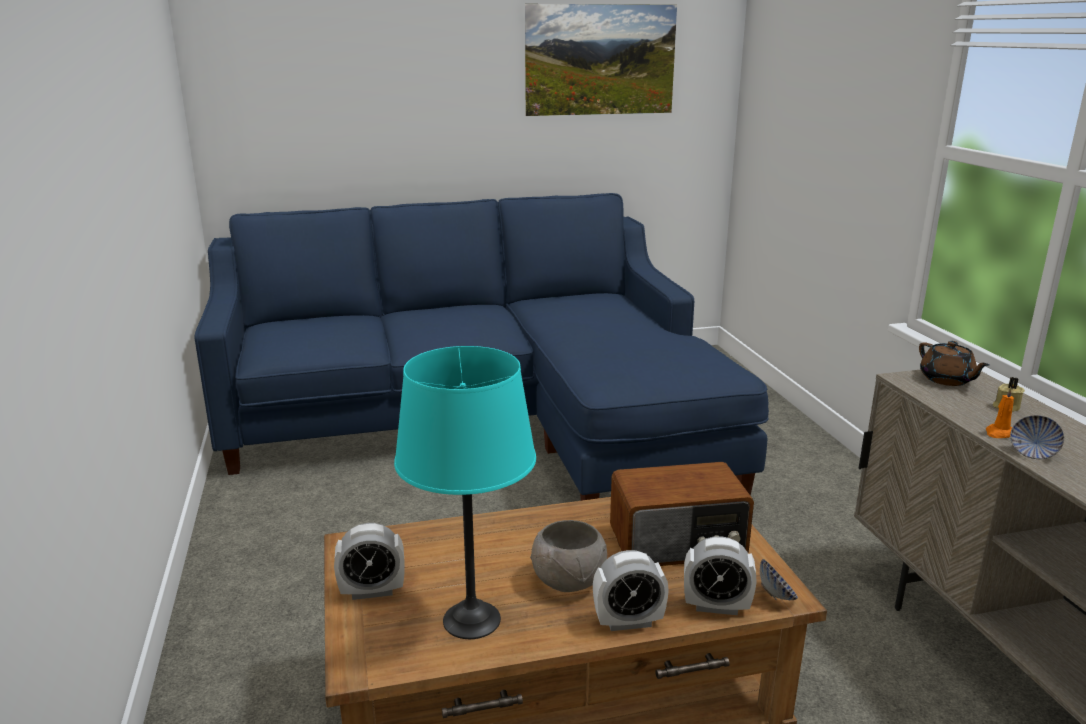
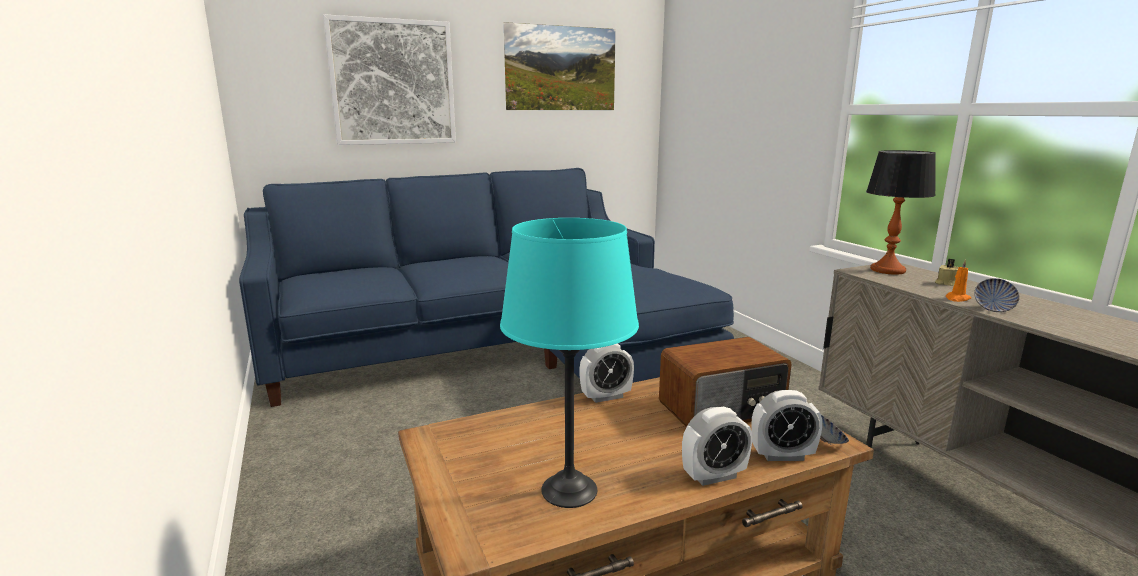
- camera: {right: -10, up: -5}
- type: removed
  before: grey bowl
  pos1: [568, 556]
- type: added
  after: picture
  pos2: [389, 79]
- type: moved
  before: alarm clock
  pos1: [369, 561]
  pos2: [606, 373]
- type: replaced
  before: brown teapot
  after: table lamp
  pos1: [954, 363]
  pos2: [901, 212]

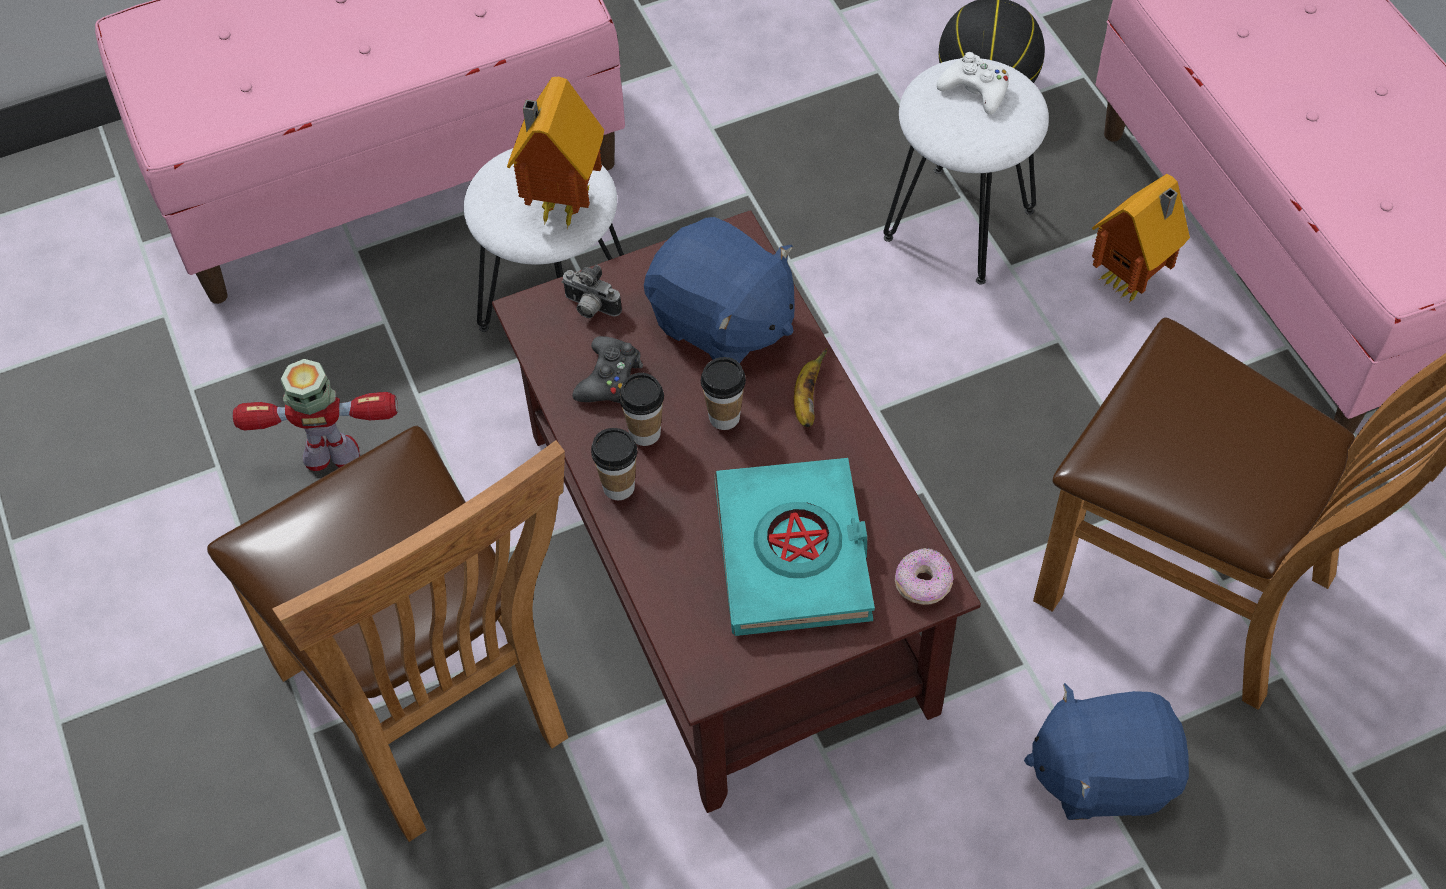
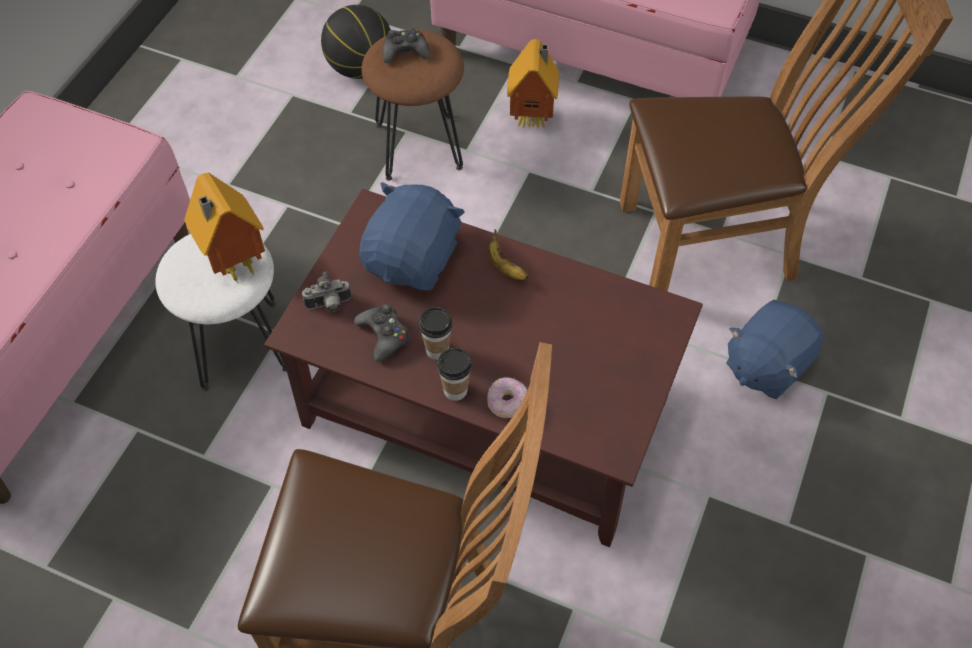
- camera: {right: -45, up: 0}
- type: removed
  before: toy robot
  pos1: [315, 415]
- type: removed
  before: cup
  pos1: [723, 393]
- type: removed
  before: turquoise book
  pos1: [794, 547]
- type: moved
  before: donut
  pos1: [924, 576]
  pos2: [507, 397]
- type: recoloured
  before: white stool
  after: brown stool
  pos1: [966, 171]
  pos2: [413, 105]
- type: recoloured
  before: white game controller
  after: black game controller
  pos1: [972, 83]
  pos2: [406, 46]
- type: turned
  before: blue plush toy
  pos1: [719, 290]
  pos2: [412, 236]
  turn: -60

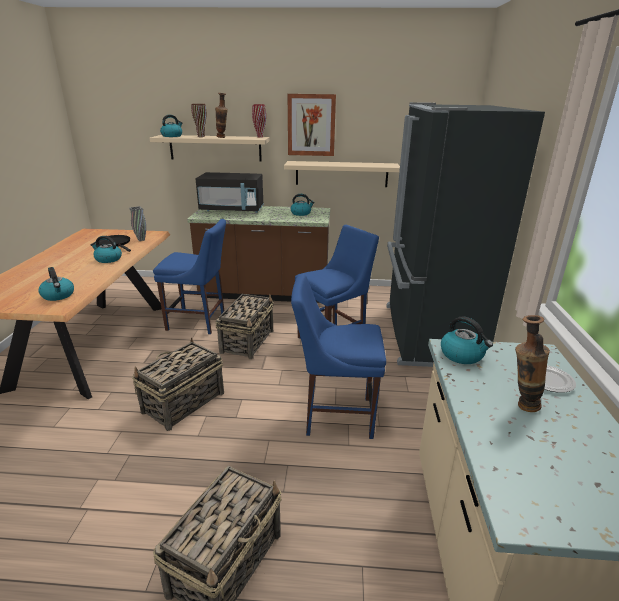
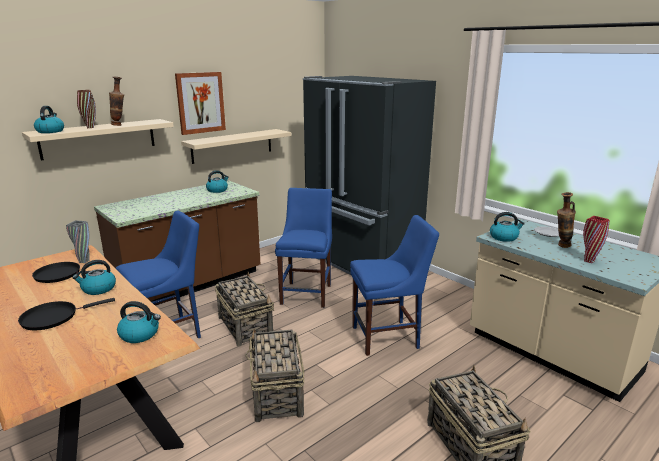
- camera: {right: -45, up: -5}
- type: removed
  before: black microwave
  pos1: [229, 192]
- type: added
  after: black frying pan
  pos2: [66, 314]
- type: moved
  before: red vase
  pos1: [259, 120]
  pos2: [596, 239]
- type: turned
  before: blue chair
  pos1: [338, 356]
  pos2: [394, 285]
  turn: -150

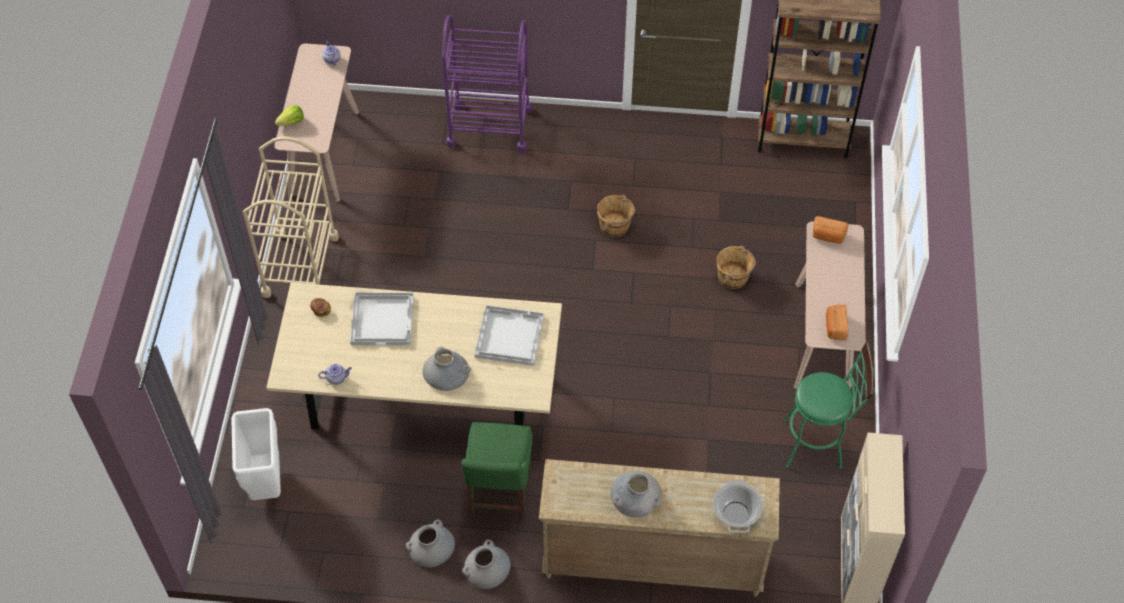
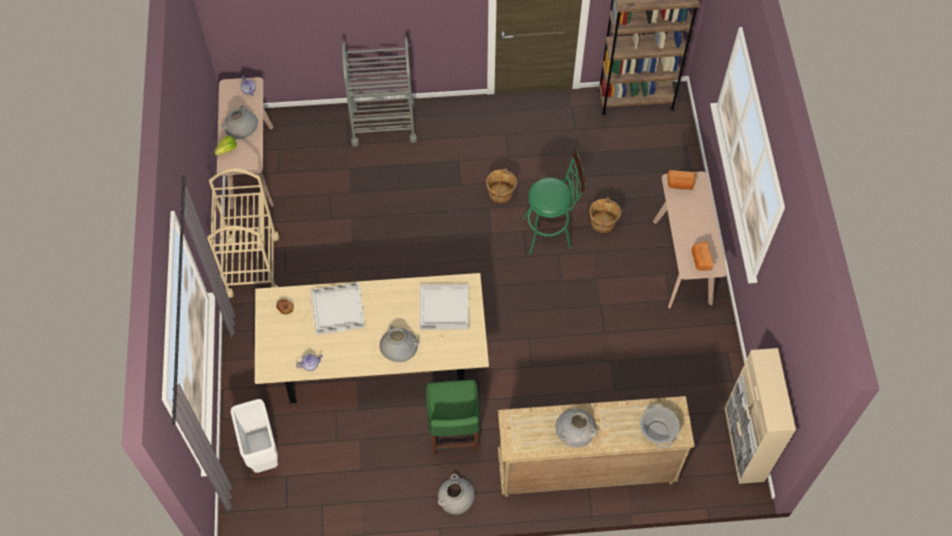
- camera: {right: -10, up: 5}
- type: moved
  before: grey vase
  pos1: [430, 543]
  pos2: [239, 122]
- type: moved
  before: green stool
  pos1: [829, 405]
  pos2: [554, 201]
- type: recoloured
  before: purple cart
  after: grey cart
  pos1: [487, 84]
  pos2: [379, 92]

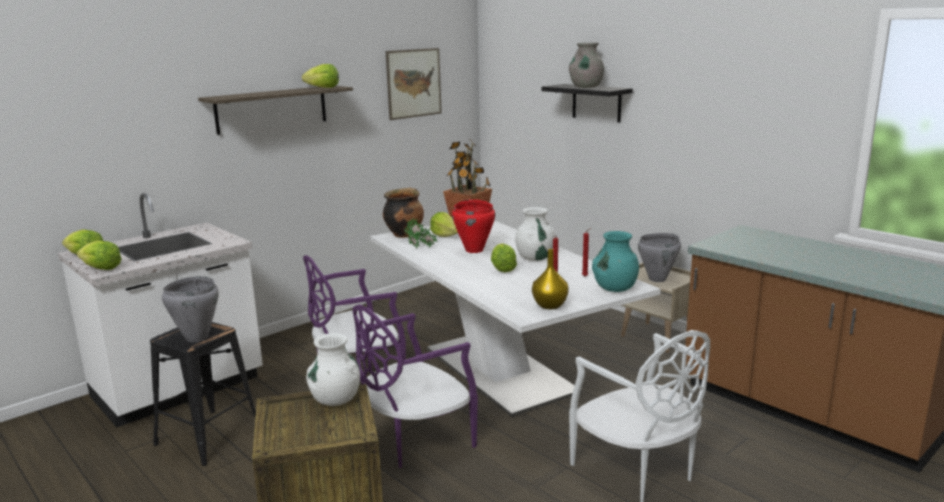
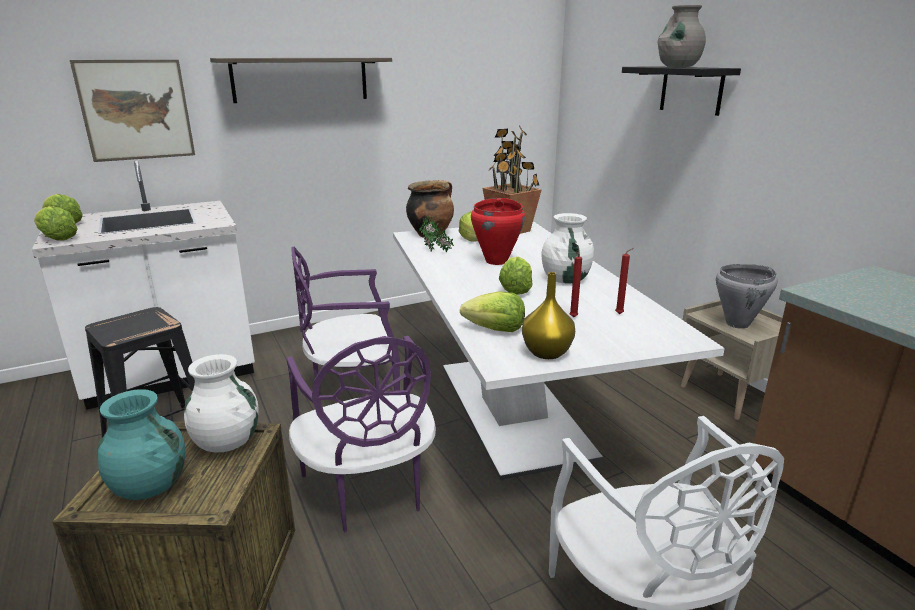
- camera: {right: 15, up: 5}
- type: removed
  before: grey cooking pot
  pos1: [190, 309]
- type: moved
  before: lettuce
  pos1: [320, 76]
  pos2: [492, 311]
- type: moved
  before: picture
  pos1: [414, 84]
  pos2: [132, 111]
- type: moved
  before: turquoise vase
  pos1: [615, 261]
  pos2: [141, 444]
- type: turned
  before: purple chair
  pos1: [415, 386]
  pos2: [361, 434]
  turn: -90

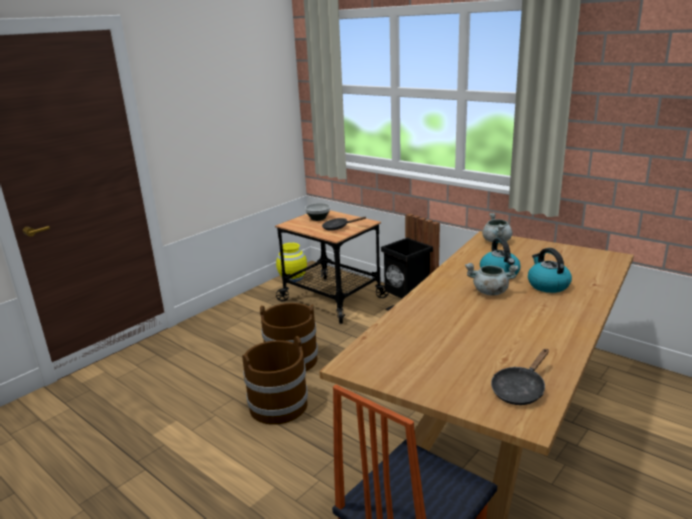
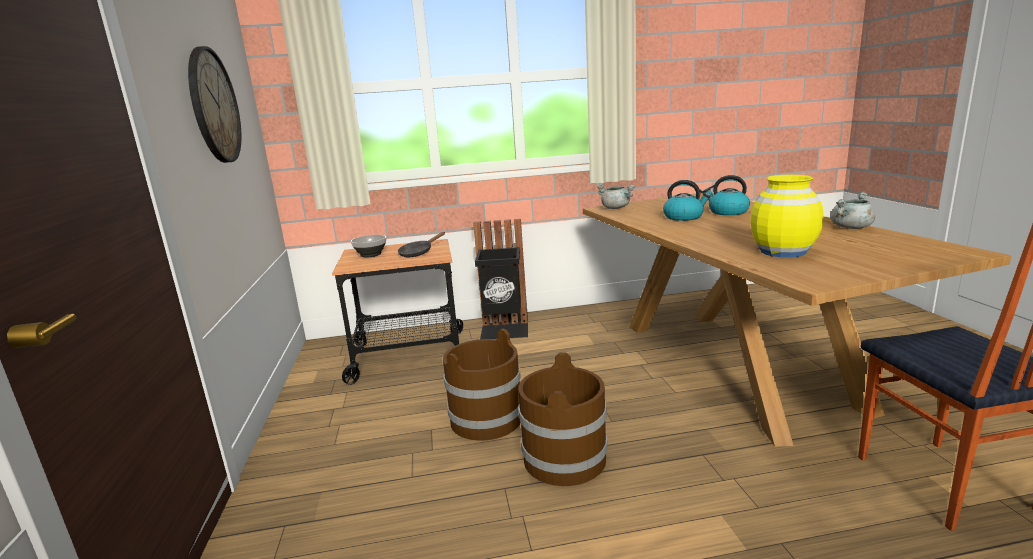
- camera: {right: -50, up: -5}
- type: removed
  before: black frying pan
  pos1: [520, 377]
- type: added
  after: wall clock
  pos2: [214, 104]
- type: moved
  before: yellow vase
  pos1: [291, 262]
  pos2: [787, 216]
- type: moved
  before: grey cooking pot
  pos1: [491, 279]
  pos2: [852, 210]

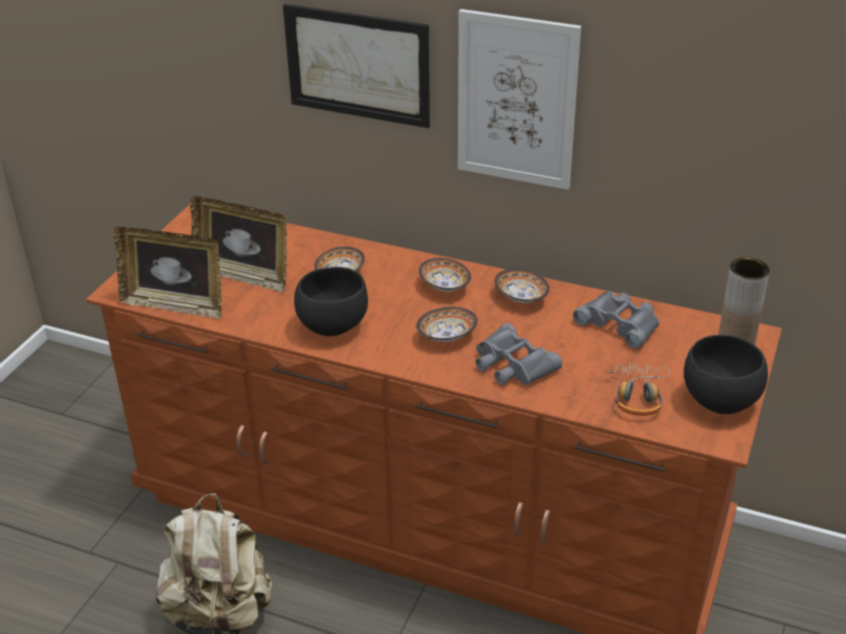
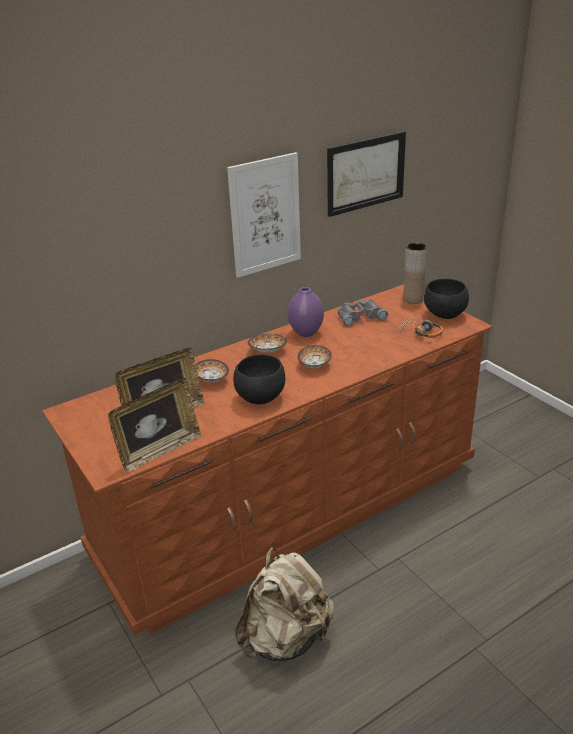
- camera: {right: -55, up: -5}
- type: removed
  before: grey binoculars
  pos1: [518, 354]
- type: moved
  before: picture
  pos1: [356, 66]
  pos2: [366, 174]
- type: replaced
  before: bowl
  after: purple vase
  pos1: [521, 285]
  pos2: [306, 312]

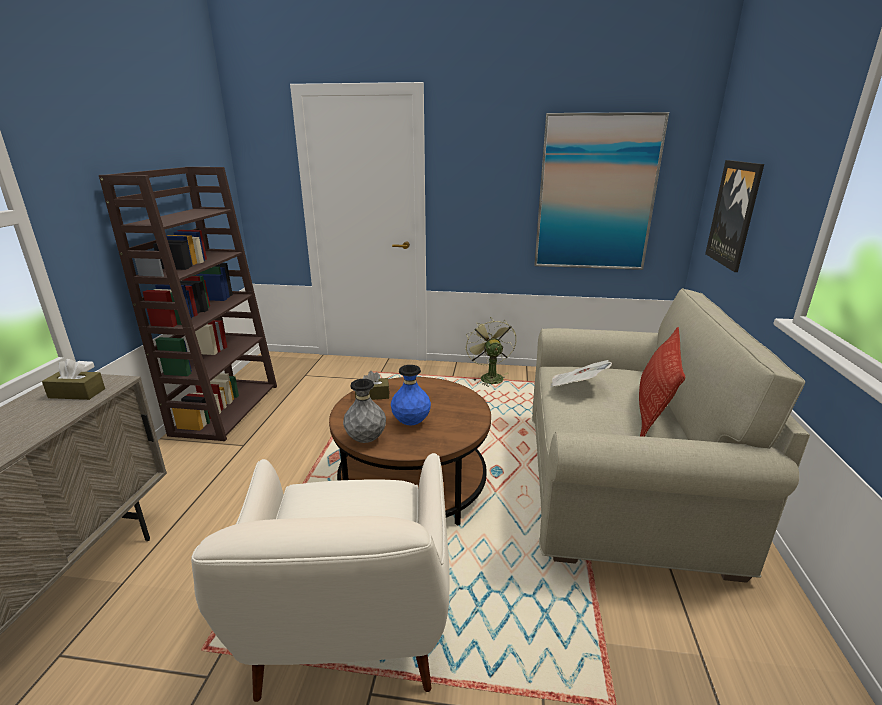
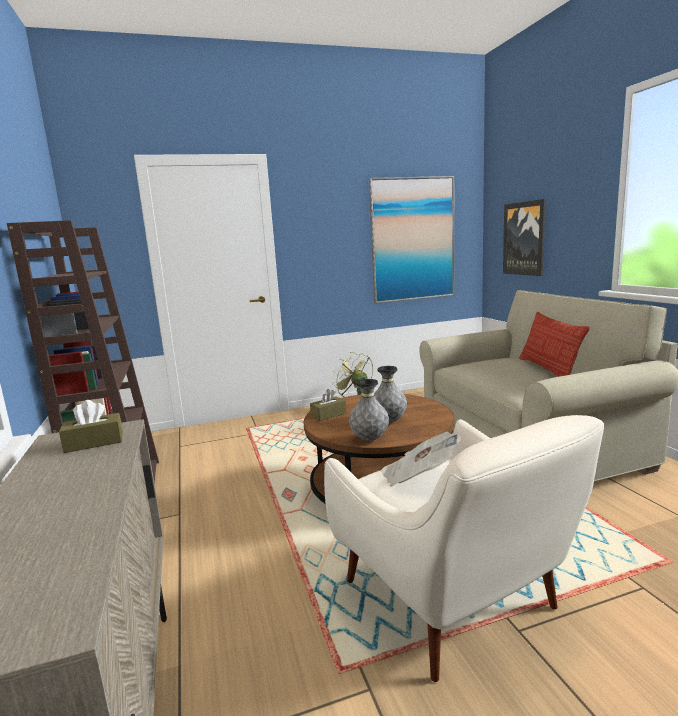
- camera: {right: -25, up: -10}
- type: moved
  before: newspaper
  pos1: [581, 373]
  pos2: [421, 459]
- type: recoloured
  before: blue vase
  after: grey vase
  pos1: [411, 395]
  pos2: [390, 394]

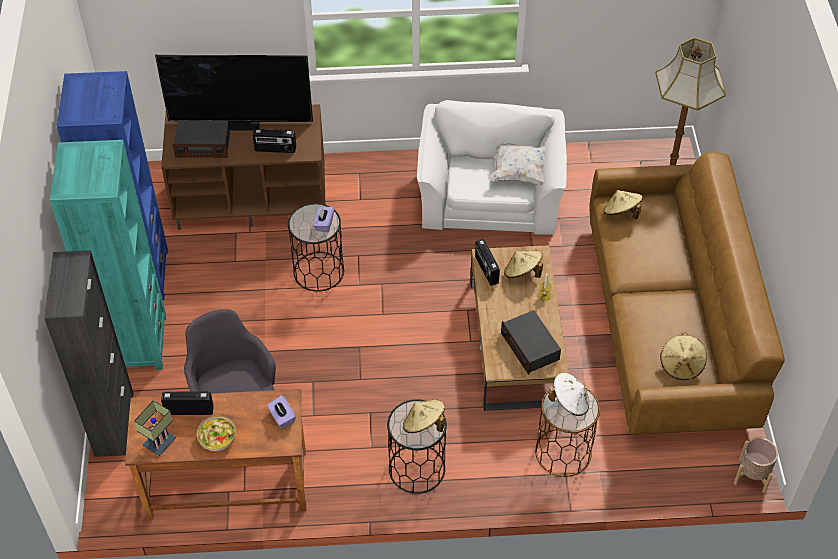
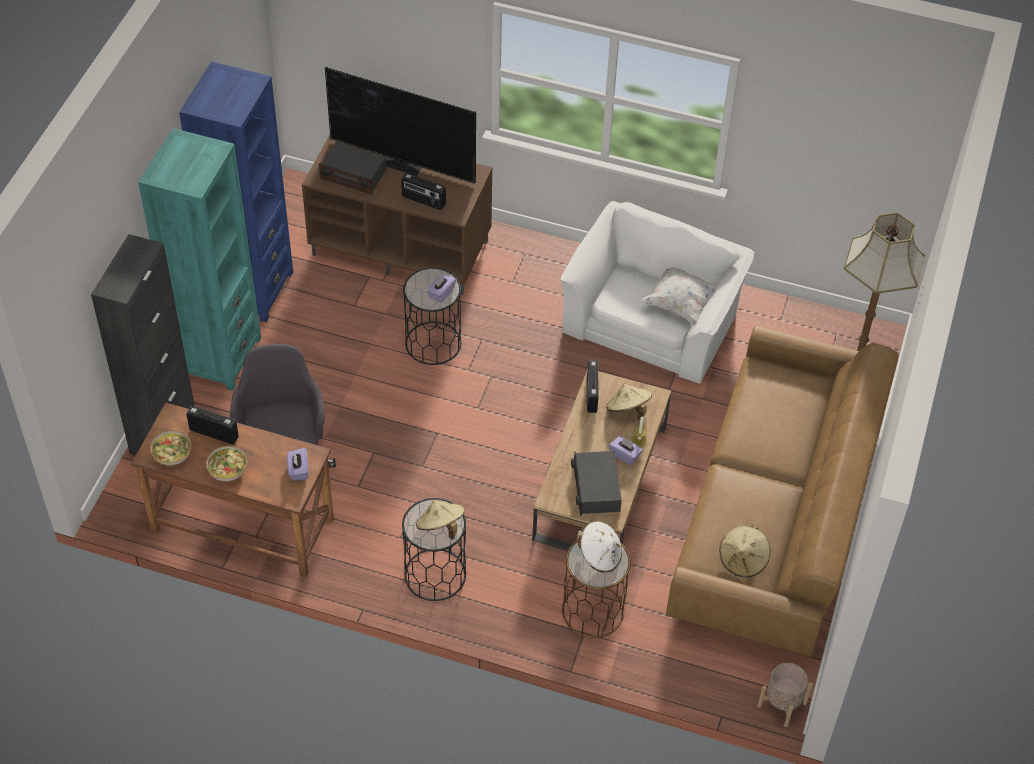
- camera: {right: 20, up: 0}
- type: removed
  before: beige hat
  pos1: [623, 204]
- type: added
  after: purple tissue box
  pos2: [626, 450]
- type: replaced
  before: table lamp
  after: bowl
  pos1: [155, 428]
  pos2: [170, 447]

